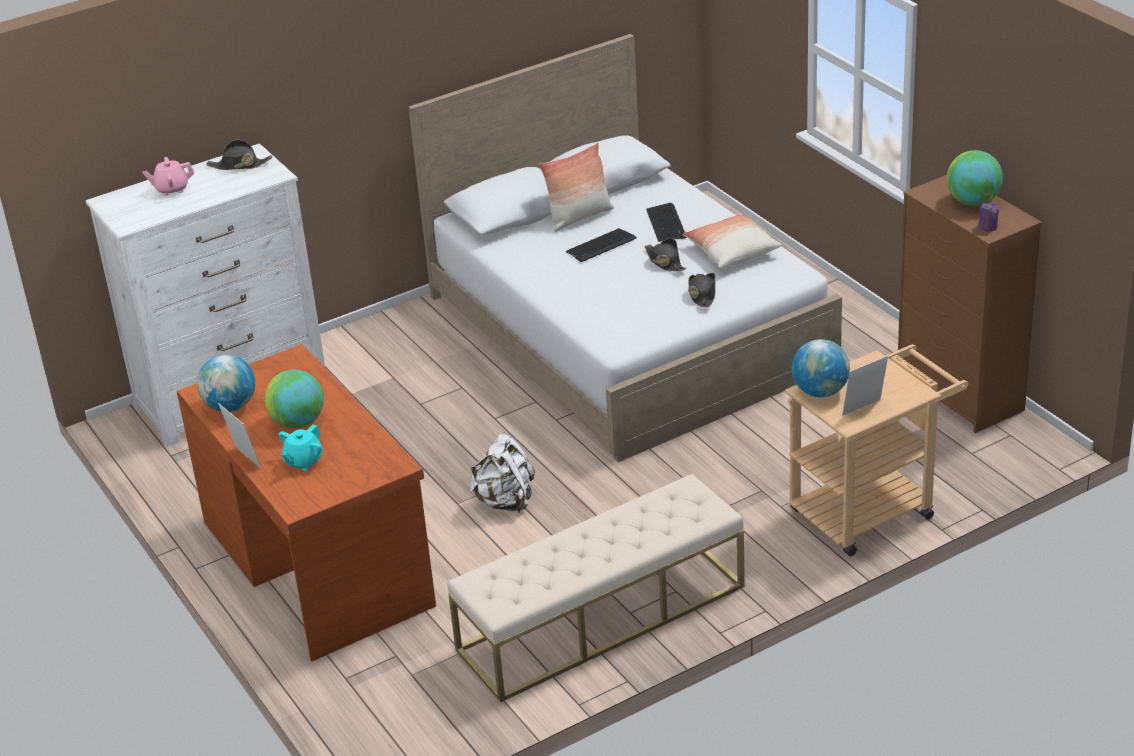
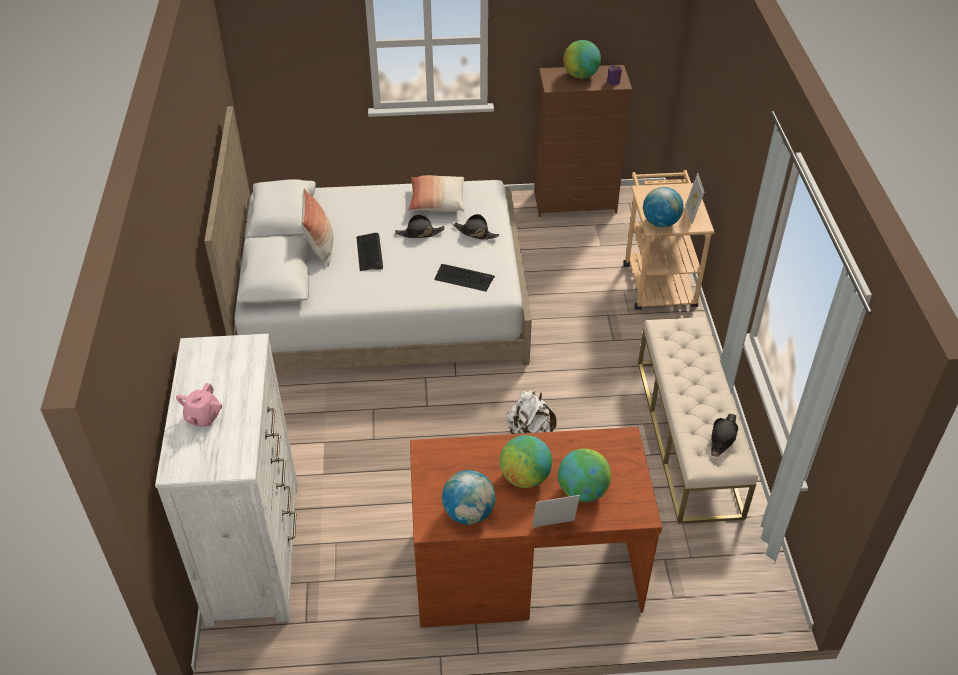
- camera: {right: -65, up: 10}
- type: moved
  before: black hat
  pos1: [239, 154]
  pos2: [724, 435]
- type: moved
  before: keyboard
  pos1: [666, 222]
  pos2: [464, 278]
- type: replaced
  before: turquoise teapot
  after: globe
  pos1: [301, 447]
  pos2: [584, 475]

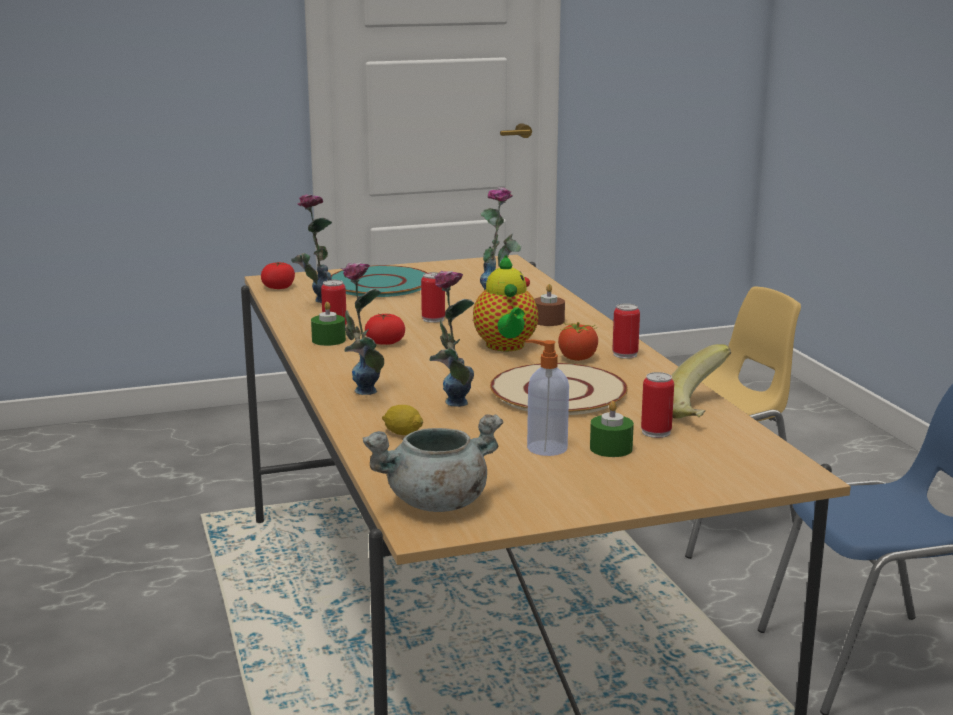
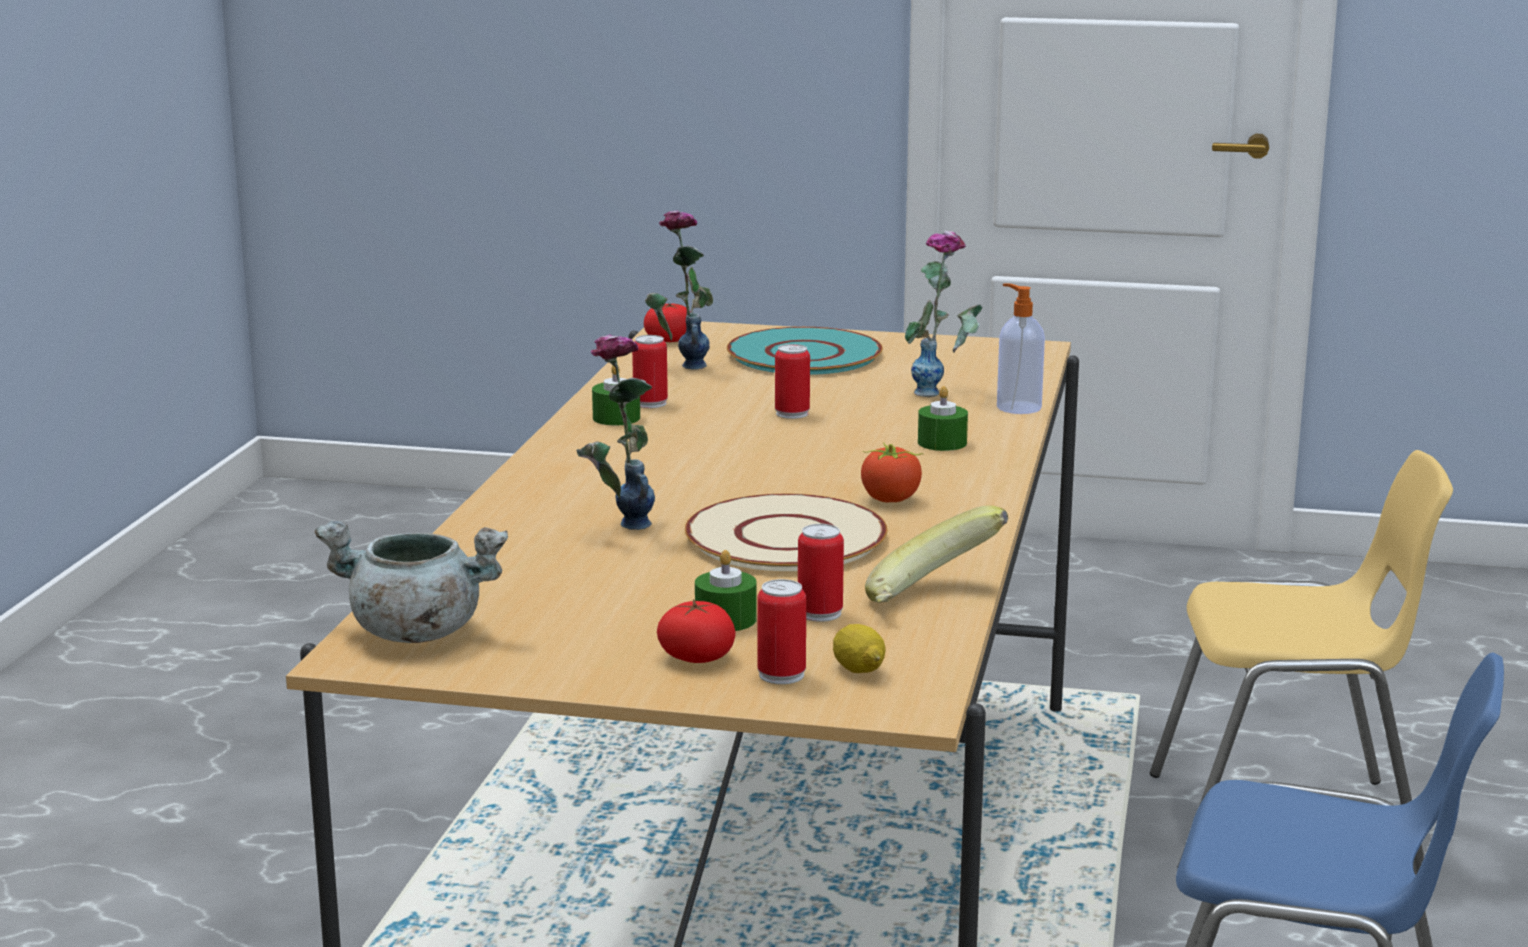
- camera: {right: 30, up: 0}
- type: removed
  before: vase
  pos1: [362, 328]
- type: removed
  before: teapot
  pos1: [505, 303]
- type: moved
  before: tomato
  pos1: [385, 329]
  pos2: [696, 631]
- type: moved
  before: lemon
  pos1: [402, 420]
  pos2: [859, 648]
- type: moved
  before: soap dispenser
  pos1: [547, 398]
  pos2: [1021, 348]
- type: moved
  before: can
  pos1: [626, 331]
  pos2: [781, 631]
- type: recoloured
  before: brown candle
  after: green candle
  pos1: [549, 305]
  pos2: [943, 418]

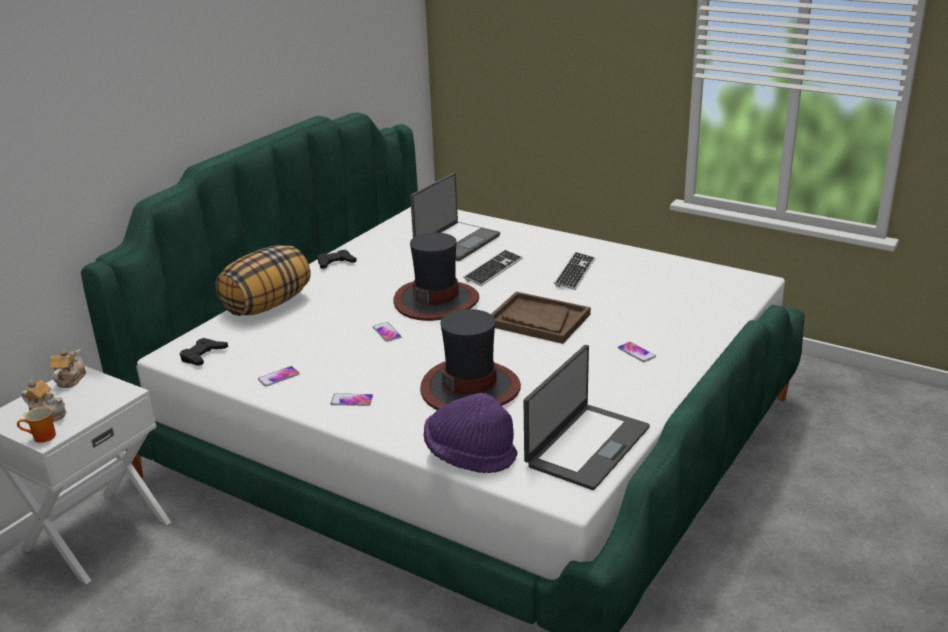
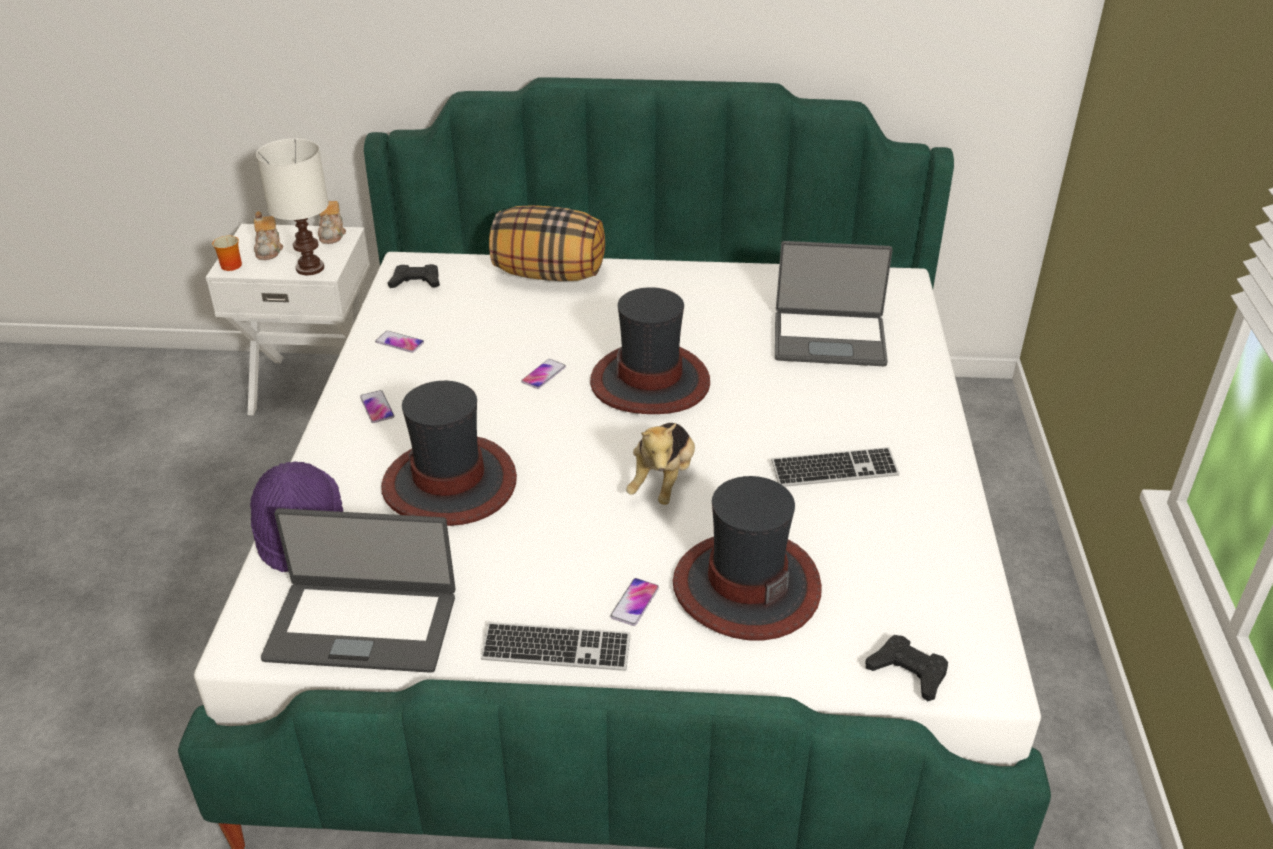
- camera: {right: 60, up: 10}
- type: added
  after: white table lamp
  pos2: [292, 206]
- type: added
  after: hat
  pos2: [747, 558]
- type: moved
  before: black game controller
  pos1: [337, 259]
  pos2: [906, 668]
- type: moved
  before: keyboard
  pos1: [493, 268]
  pos2: [556, 646]
- type: replaced
  before: brown tray
  after: plush toy
  pos1: [541, 318]
  pos2: [660, 464]
- type: turned
  before: teapot
  pos1: [68, 368]
  pos2: [332, 222]
  turn: 105

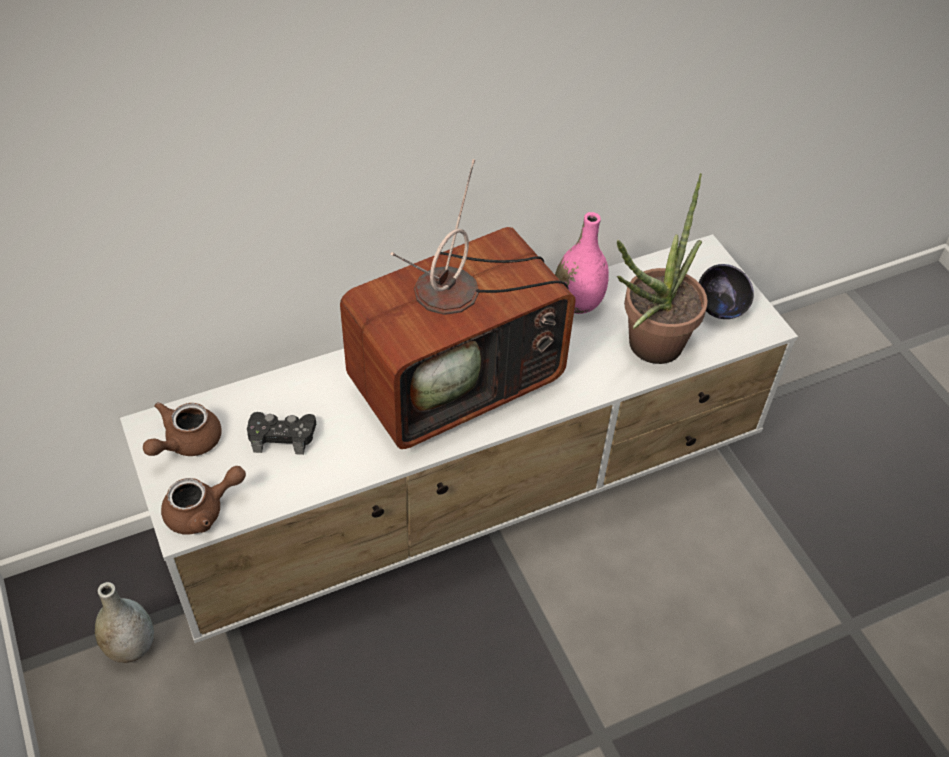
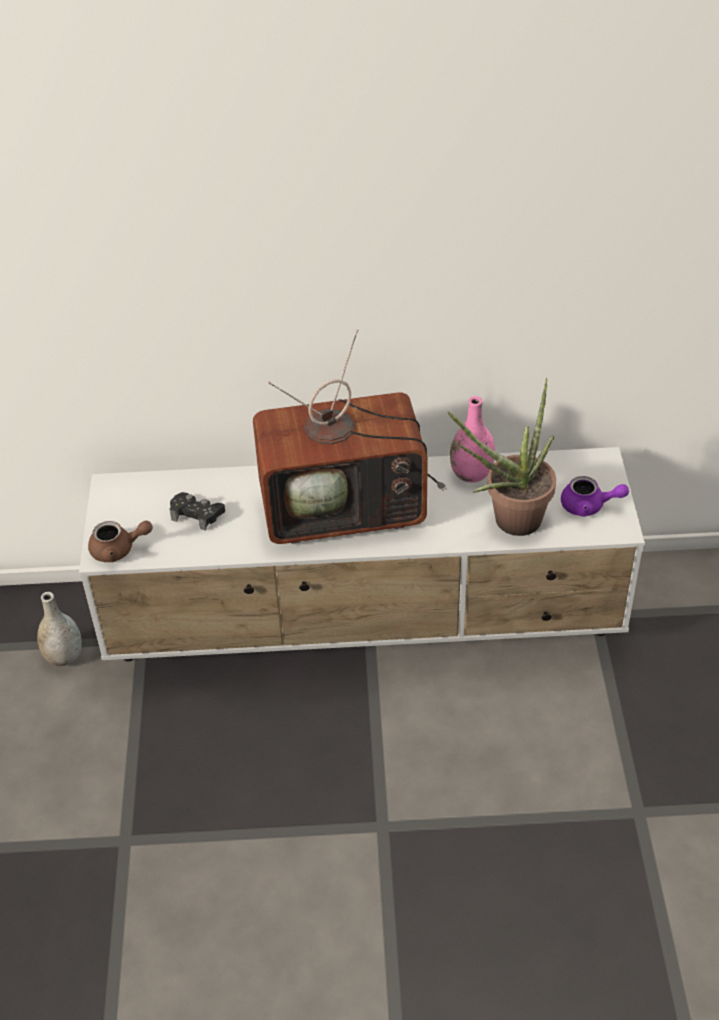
- camera: {right: 25, up: -5}
- type: removed
  before: brown teapot
  pos1: [182, 429]
- type: replaced
  before: black bowl
  after: purple teapot
  pos1: [726, 291]
  pos2: [595, 496]

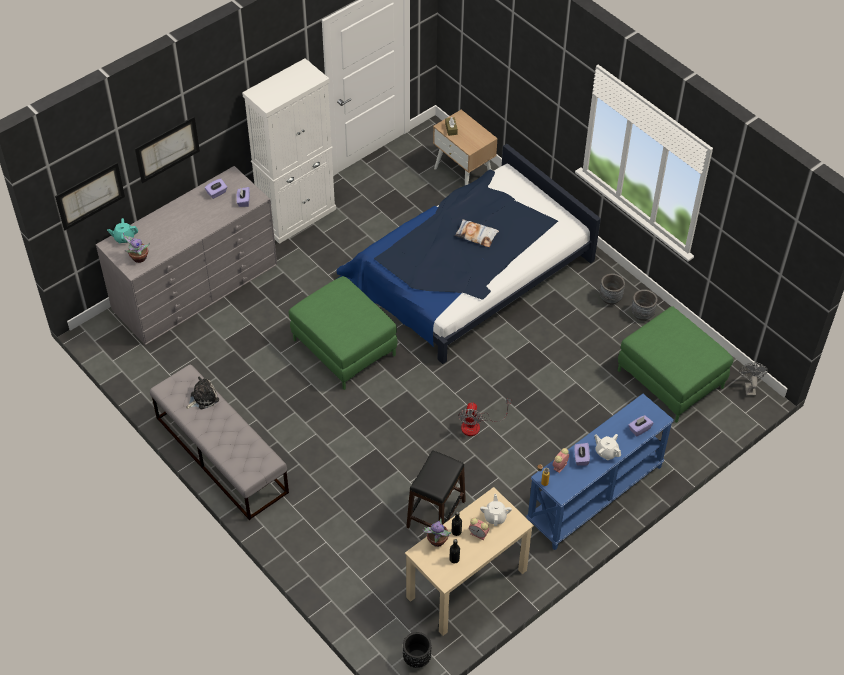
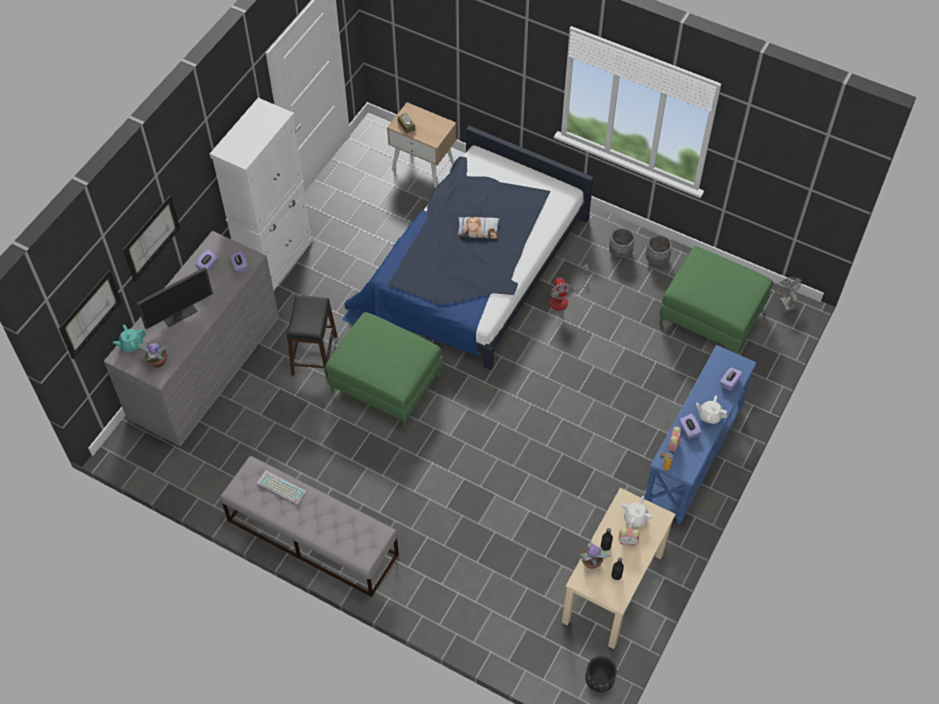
- camera: {right: -20, up: 5}
- type: added
  after: monitor
  pos2: [174, 298]
- type: moved
  before: black stool
  pos1: [436, 489]
  pos2: [312, 337]
- type: moved
  before: fan
  pos1: [484, 417]
  pos2: [569, 287]
- type: replaced
  before: plush toy
  after: keyboard
  pos1: [202, 393]
  pos2: [281, 488]
- type: turned
  before: white teapot
  pos1: [496, 510]
  pos2: [637, 512]
  turn: 45

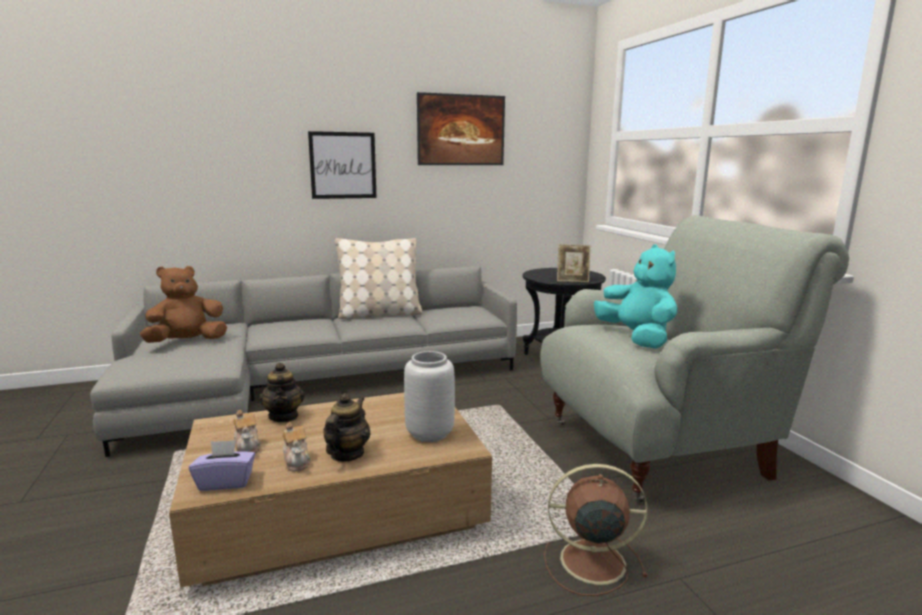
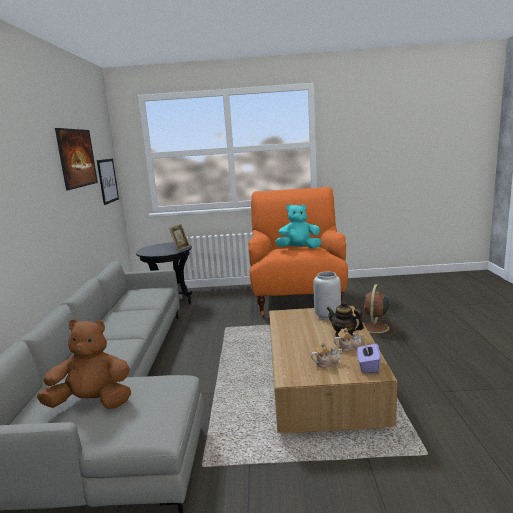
- camera: {right: -70, up: 0}
- type: removed
  before: teapot
  pos1: [282, 392]
- type: removed
  before: beige pillow
  pos1: [379, 278]
- type: moved
  before: picture
  pos1: [342, 165]
  pos2: [108, 182]
- type: recoloured
  before: grey armchair
  after: orange armchair
  pos1: [694, 359]
  pos2: [298, 251]
- type: turned
  before: brown plush toy
  pos1: [183, 304]
  pos2: [84, 364]
  turn: 105

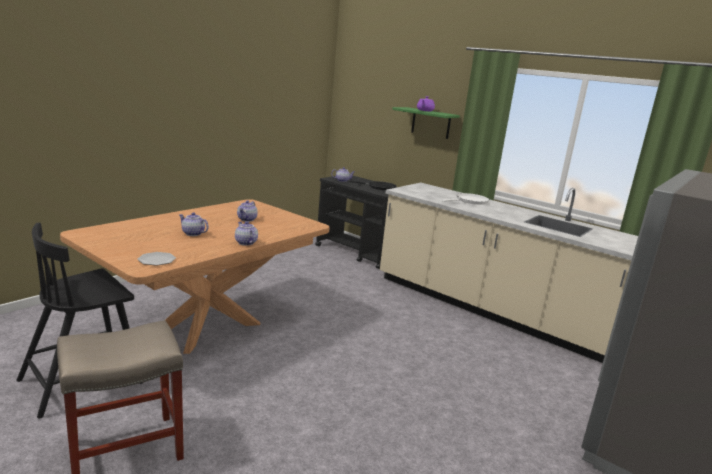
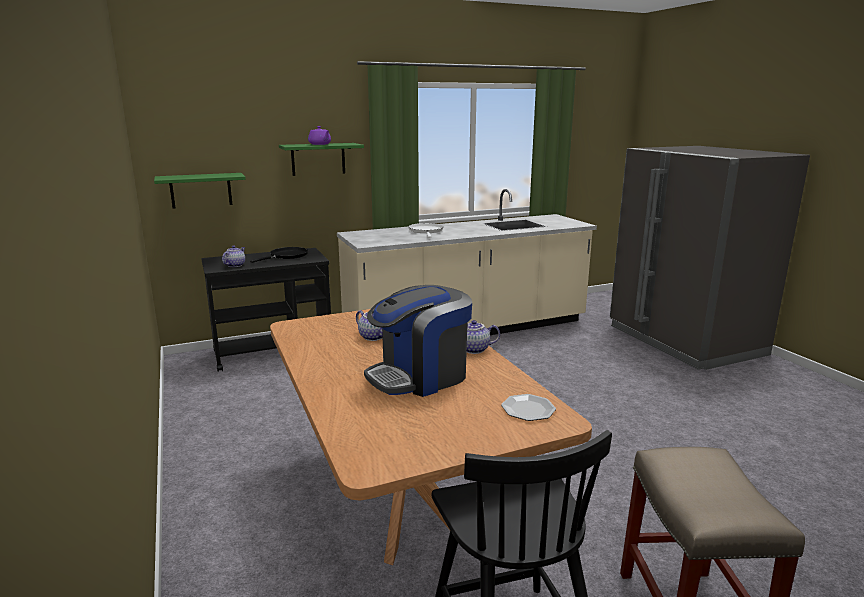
- camera: {right: -60, up: 0}
- type: added
  after: green shelf
  pos2: [200, 191]
- type: replaced
  before: teapot
  after: coffee machine
  pos1: [194, 224]
  pos2: [418, 341]

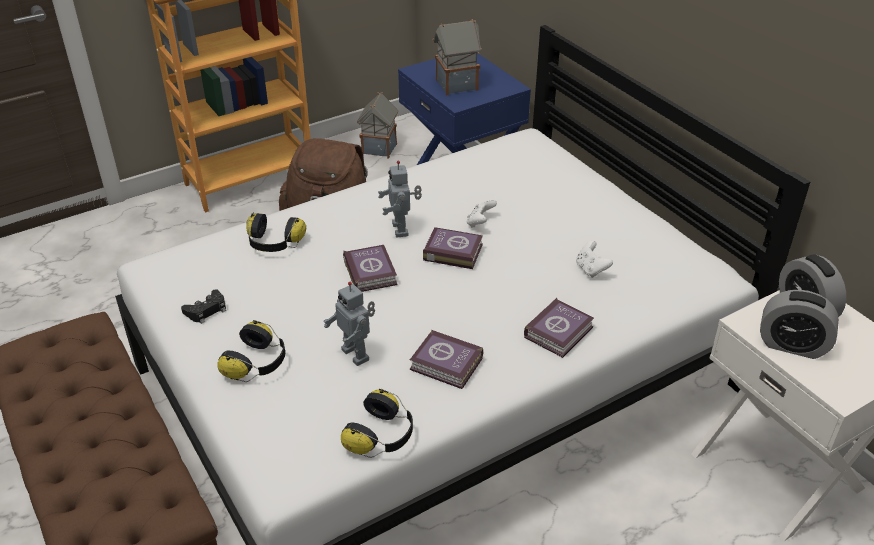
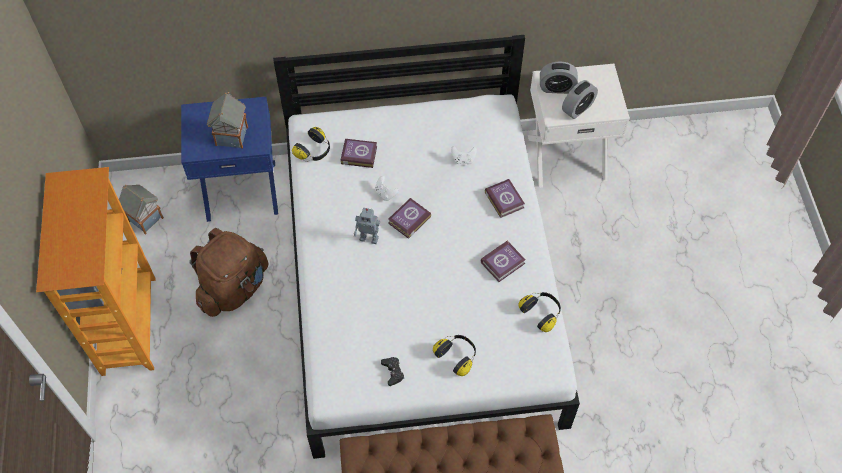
- camera: {right: -65, up: 20}
- type: removed
  before: toy robot
  pos1: [349, 324]
- type: moved
  before: headphones
  pos1: [276, 232]
  pos2: [311, 144]
- type: moved
  before: book
  pos1: [370, 268]
  pos2: [358, 153]

